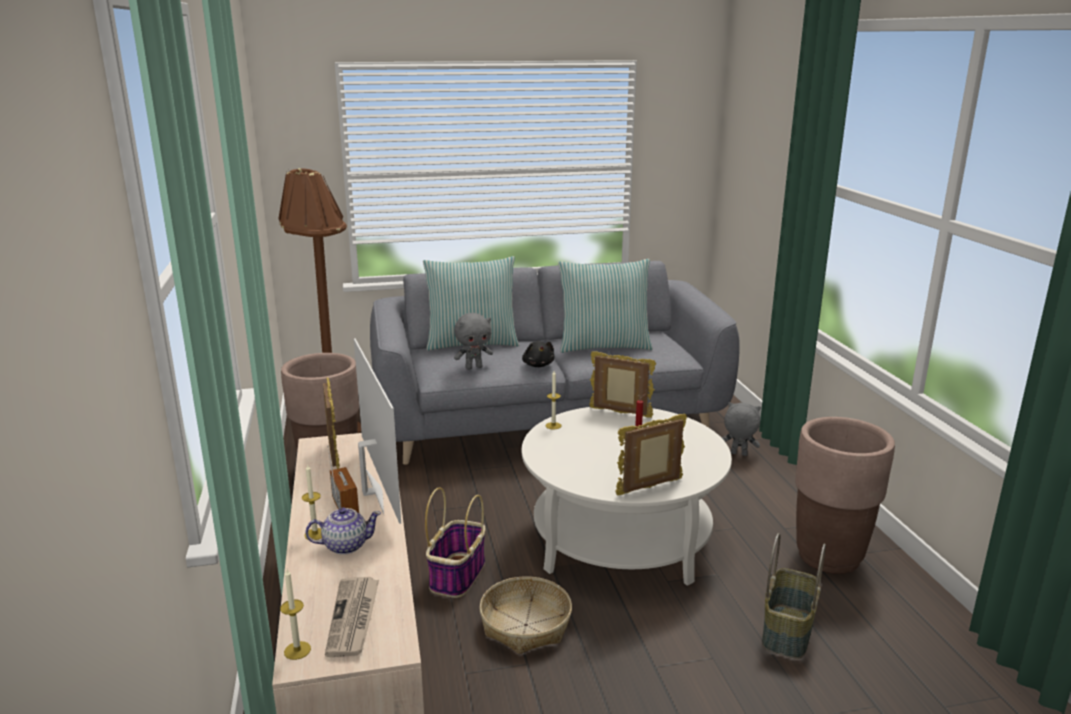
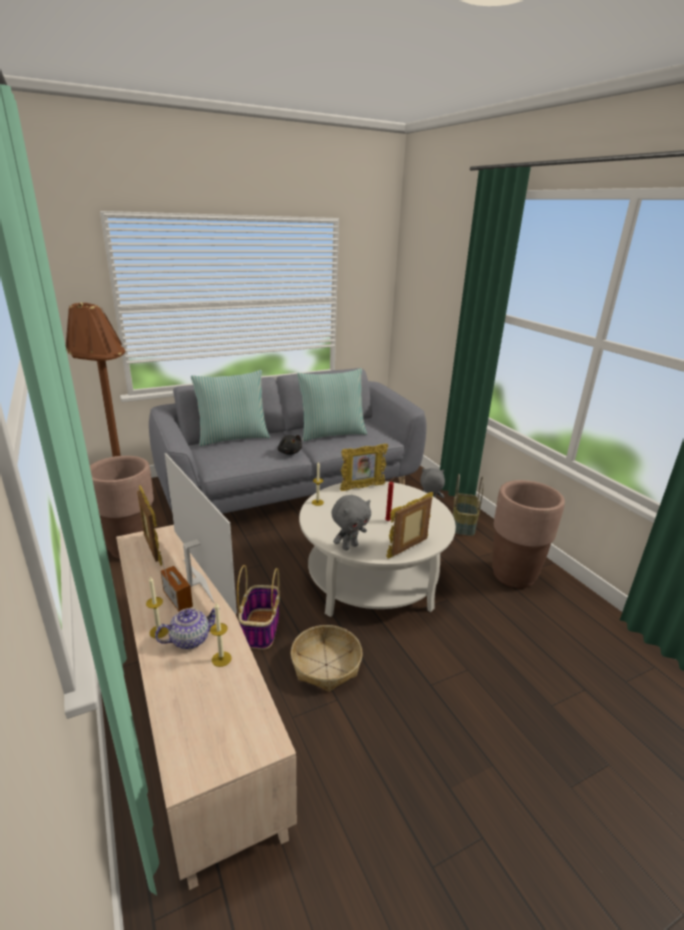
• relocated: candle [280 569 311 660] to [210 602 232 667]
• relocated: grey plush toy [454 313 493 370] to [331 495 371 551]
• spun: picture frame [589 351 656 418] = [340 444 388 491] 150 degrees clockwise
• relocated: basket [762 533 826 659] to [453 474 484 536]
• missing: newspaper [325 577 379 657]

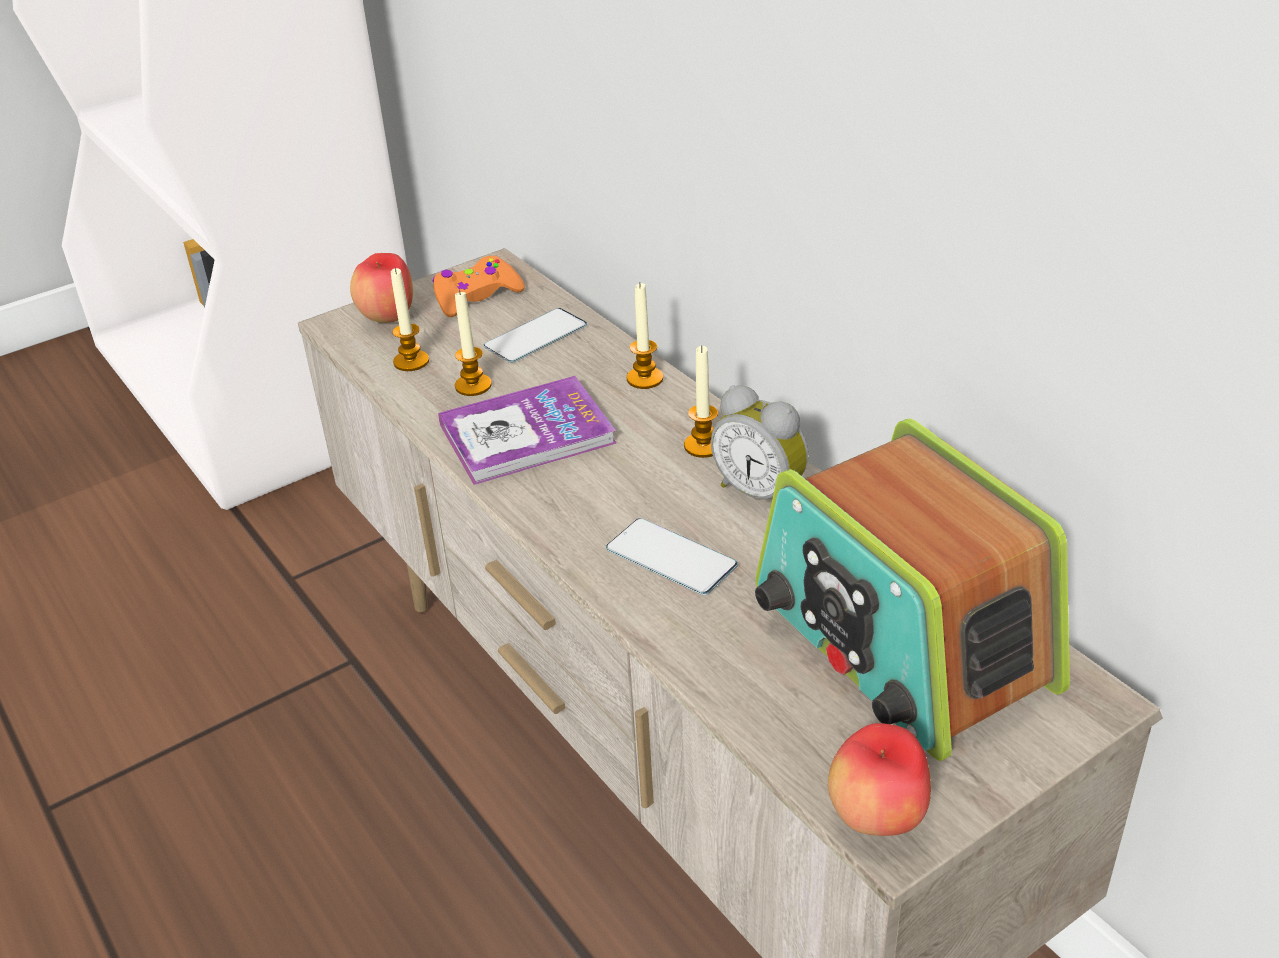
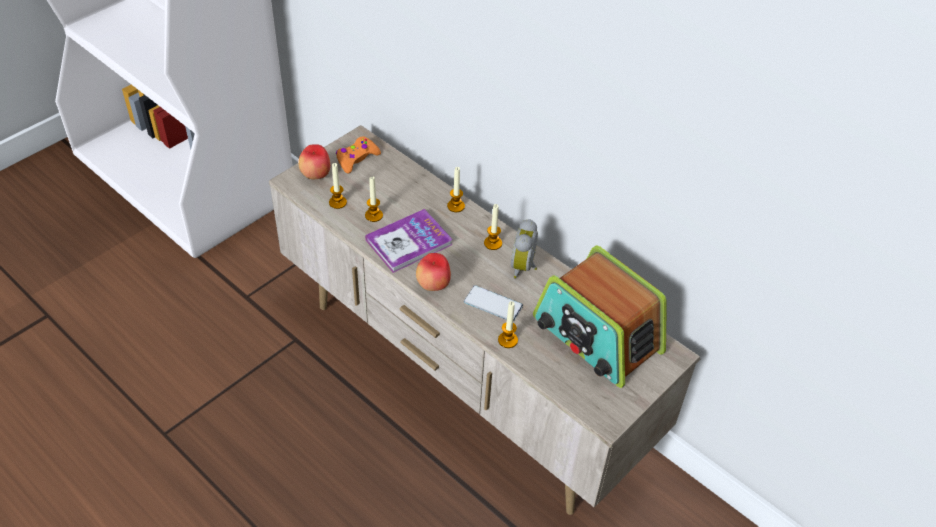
• relocated: apple [828 723 931 836] to [416 253 451 291]
• appeared: candle [498 301 518 348]
• spun: alarm clock [711 385 809 499] = [511 219 538 278] 75 degrees clockwise
• missing: phone [484 308 587 363]

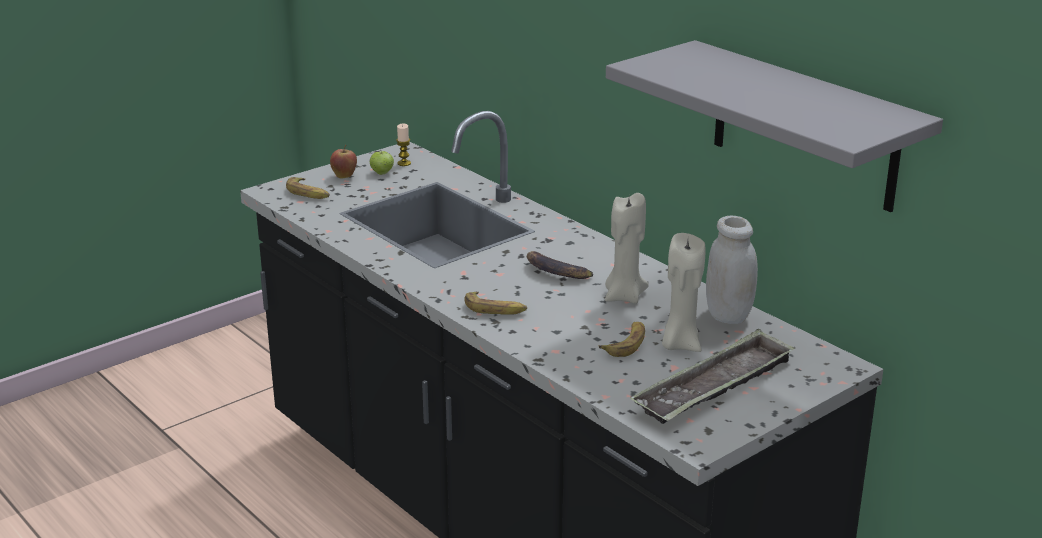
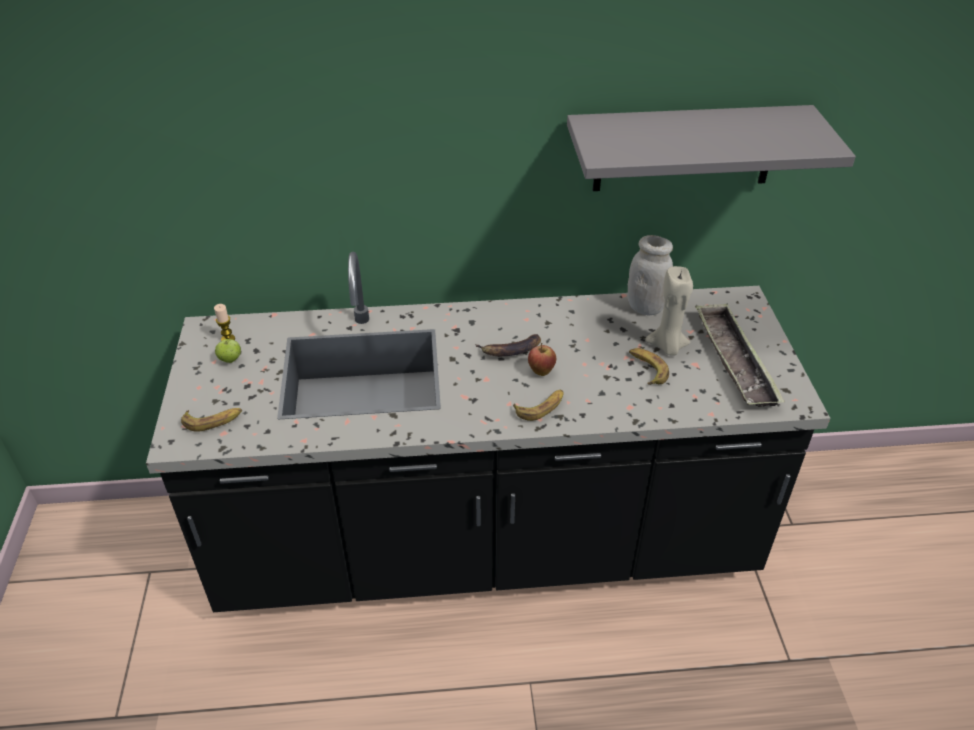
• relocated: apple [330 145 357 178] to [528 343 556 376]
• missing: beige candle [605 193 649 304]

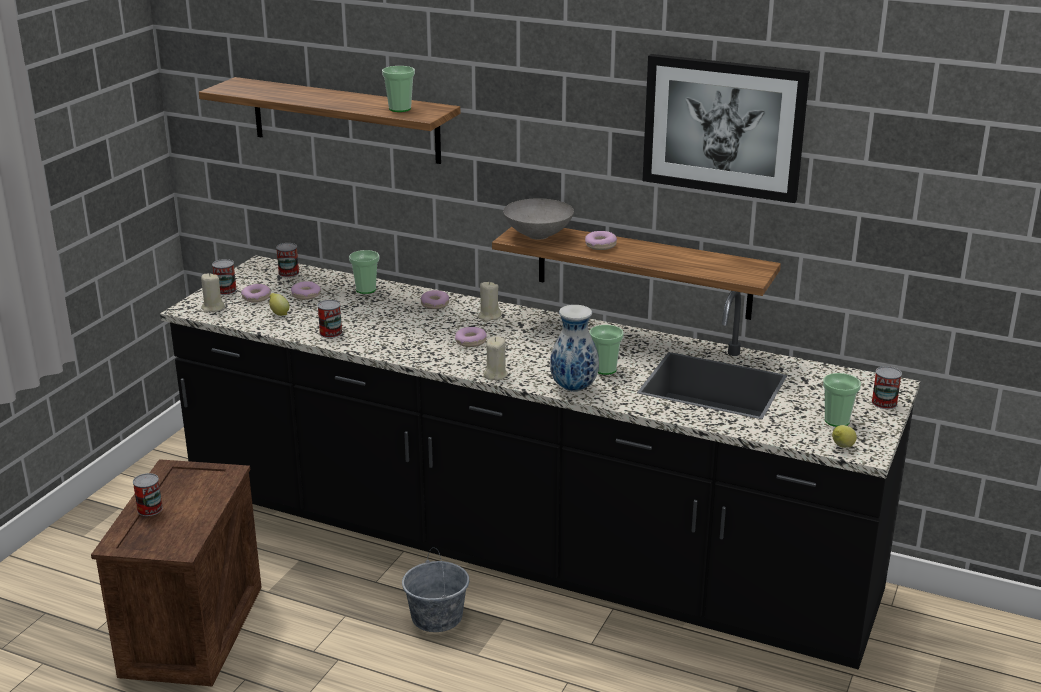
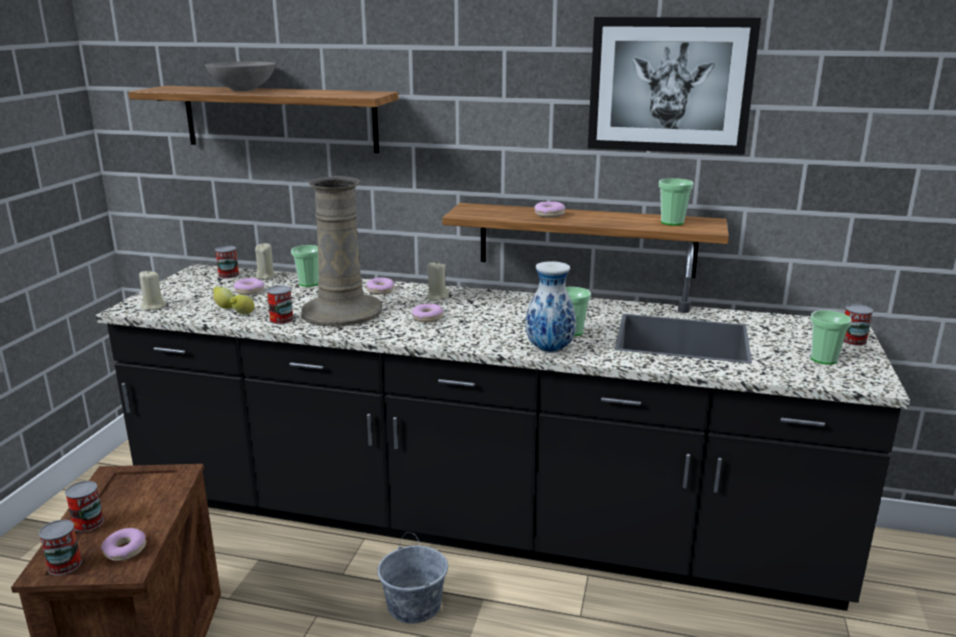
• relocated: can [212 259 237 295] to [39 520 82 575]
• relocated: donut [241 284 271 303] to [101 528 146 561]
• relocated: grey bowl [503 198 574 240] to [205 61 276 91]
• relocated: lemon [832 425 857 448] to [230 295 254 314]
• relocated: beige candle [484 337 508 380] to [255 243 276 279]
• appeared: beige vase [301 176 382 326]
• relocated: cup [382 66 415 112] to [659 178 693 226]

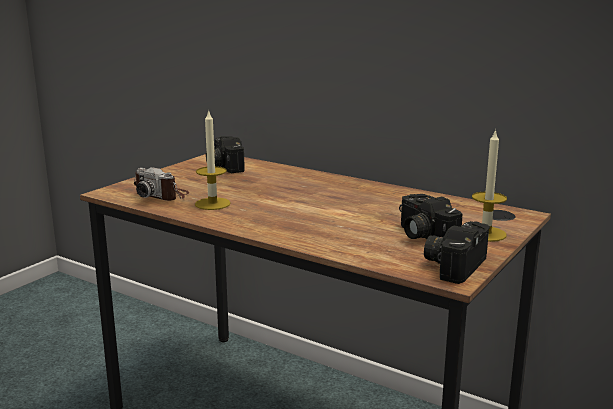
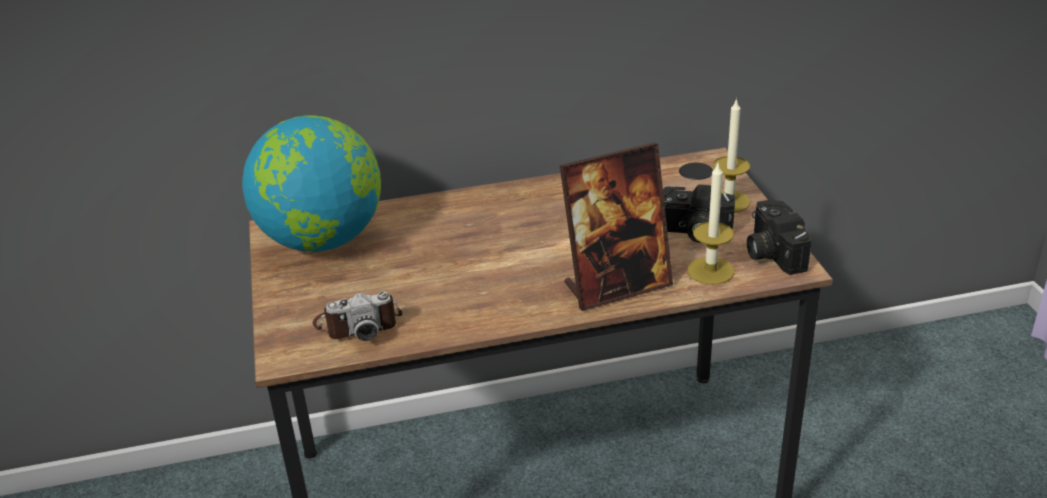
• exchanged: photo camera [206 136 245 173] to globe [242 115 381 252]
• appeared: picture frame [560 142 673 311]
• relocated: candle [195 109 231 210] to [687 161 734 285]

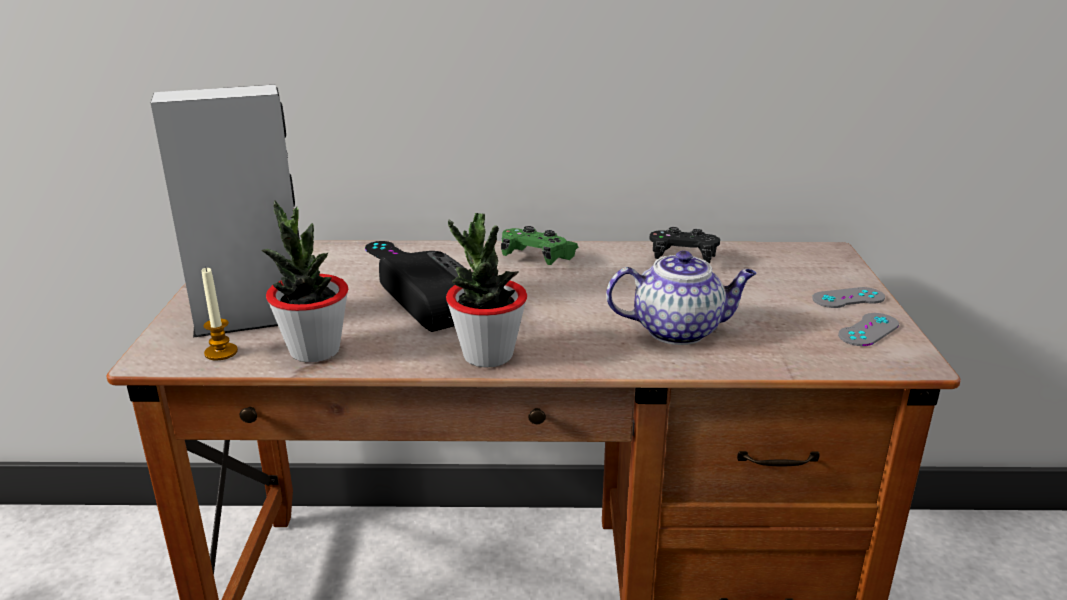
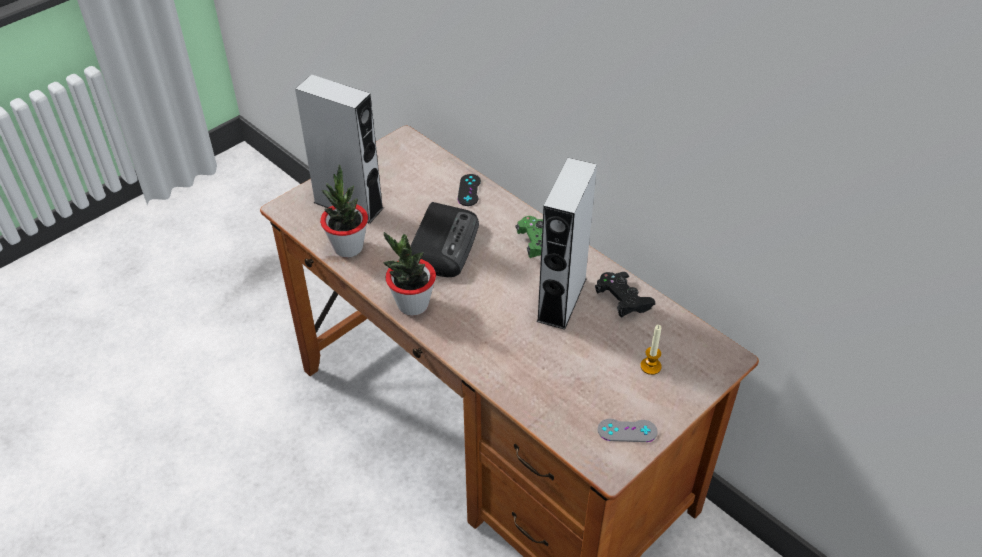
• appeared: grey speaker [536 158 597 330]
• relocated: candle [201 268 238 361] to [640 325 662 375]
• missing: teapot [606 251 757 345]
• missing: grey game controller [812 287 885 308]

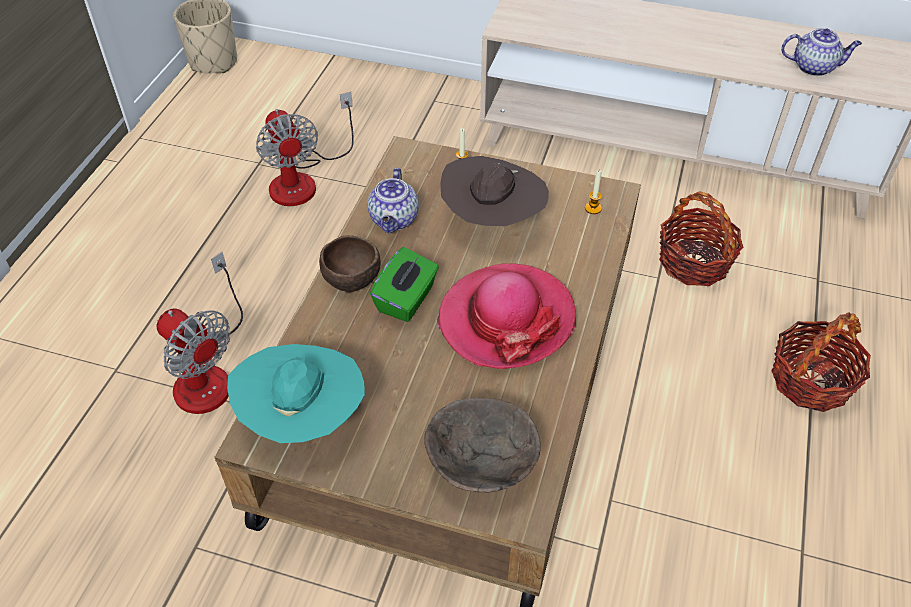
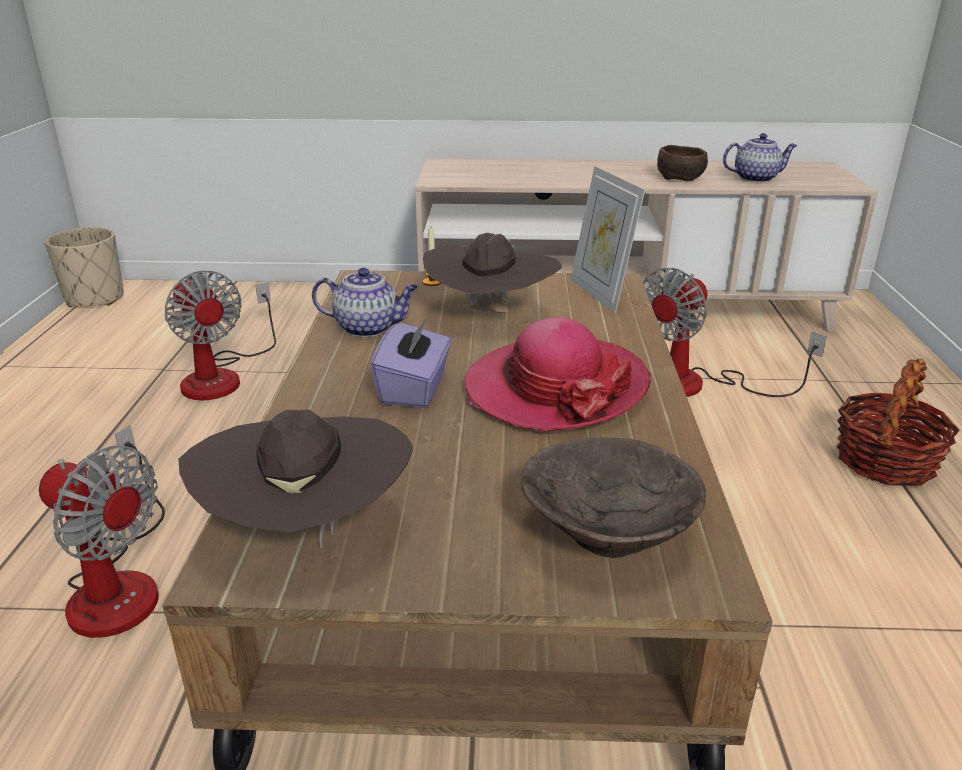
• colour: turquoise hat [227 344 365 443] to brown hat [178 409 413 548]
• spun: teapot [368 168 419 233] = [312 268 418 337] 75 degrees counterclockwise
• colour: green tissue box [370 247 439 322] to purple tissue box [371 316 451 408]
• exchanged: candle [585 170 602 214] to picture frame [571 166 645 313]
• exchanged: basket [659 191 743 286] to fan [643 268 827 397]
• relocated: brown bowl [319 235 381 292] to [657 145 708 181]

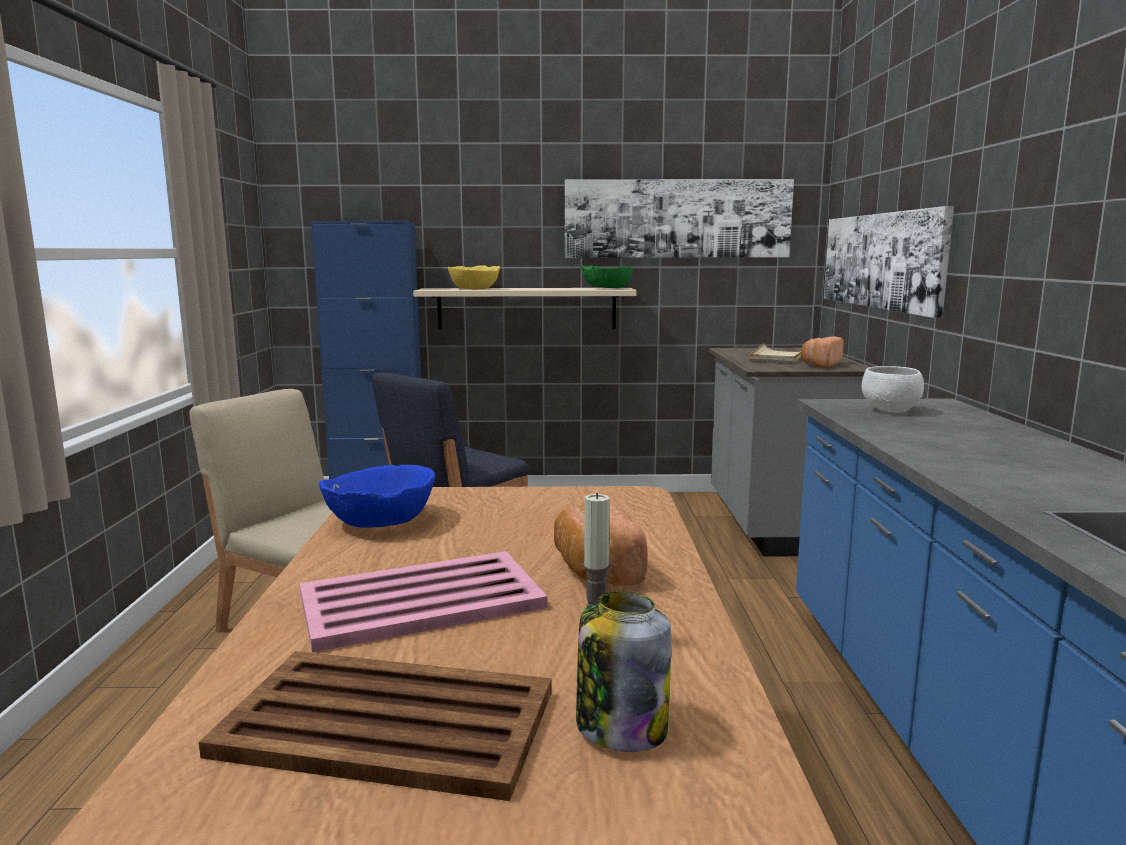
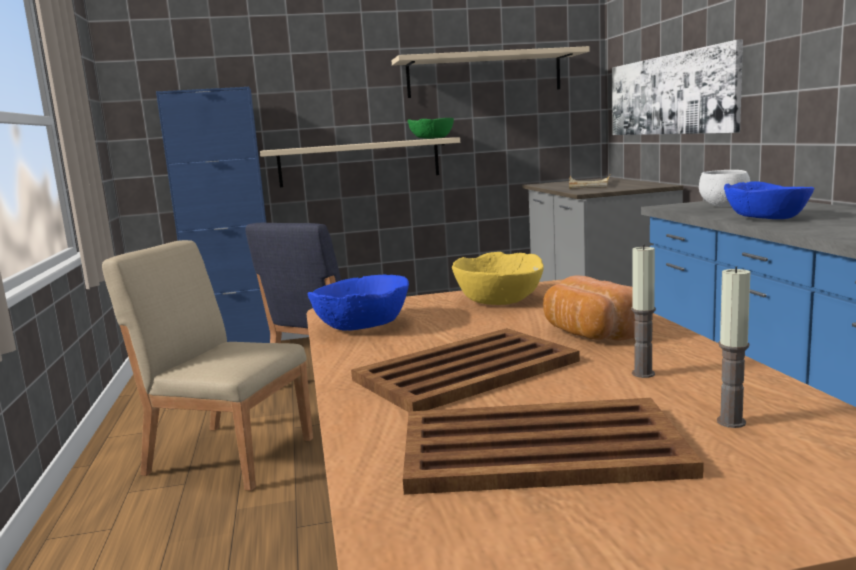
• colour: pink tray [300 551 548 653] to brown tray [351 328 580 412]
• exchanged: picture [565 179 794 258] to beige shelf [392 46 589 98]
• relocated: yellow bowl [448 265 500 289] to [452 252 544 305]
• exchanged: jar [576 592 671 752] to candle [717 266 750 428]
• appeared: blue bowl [724 181 814 219]
• missing: bread [801 336 844 368]

